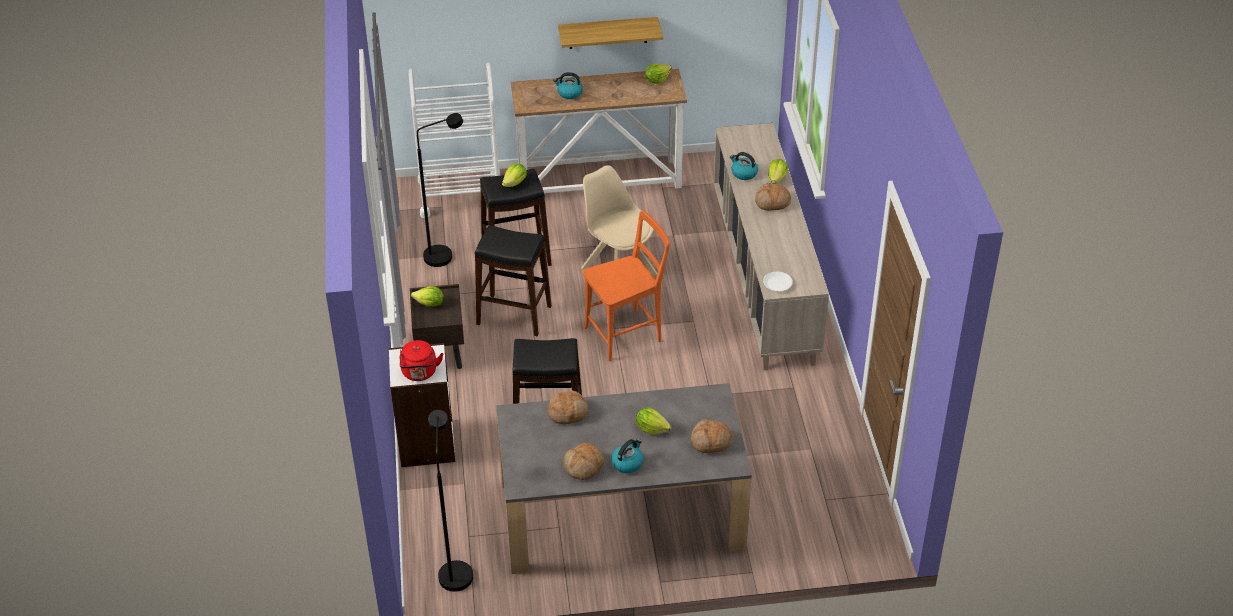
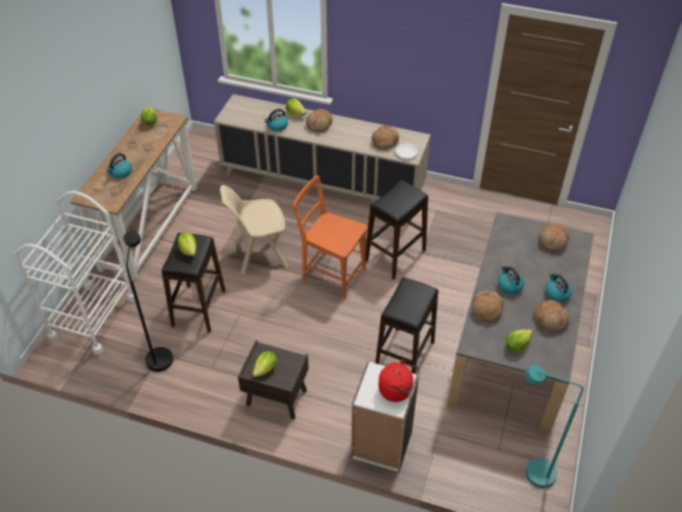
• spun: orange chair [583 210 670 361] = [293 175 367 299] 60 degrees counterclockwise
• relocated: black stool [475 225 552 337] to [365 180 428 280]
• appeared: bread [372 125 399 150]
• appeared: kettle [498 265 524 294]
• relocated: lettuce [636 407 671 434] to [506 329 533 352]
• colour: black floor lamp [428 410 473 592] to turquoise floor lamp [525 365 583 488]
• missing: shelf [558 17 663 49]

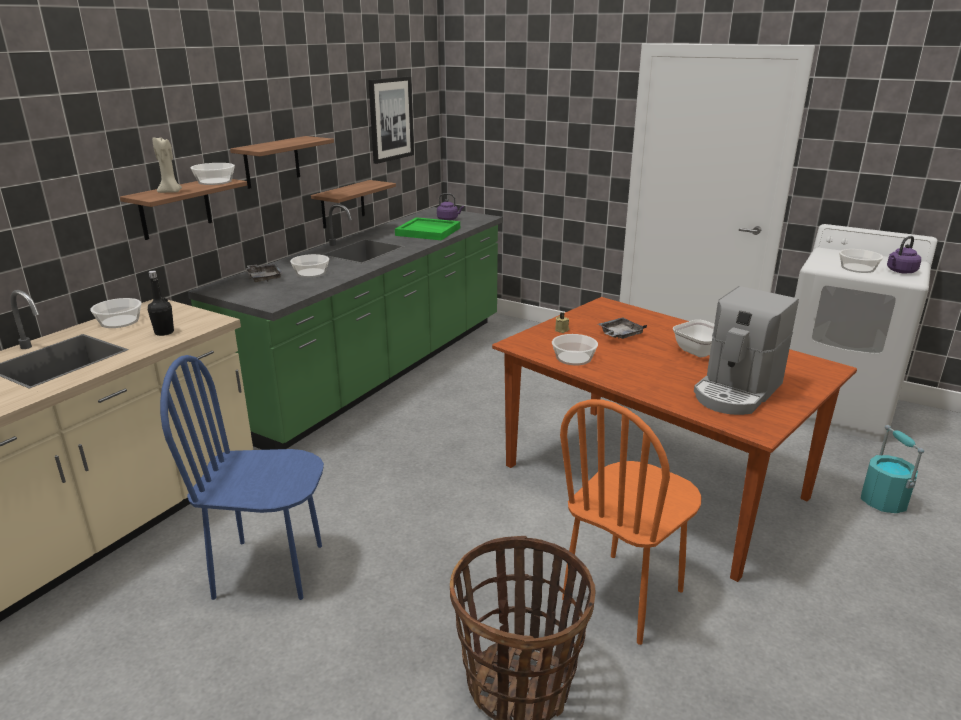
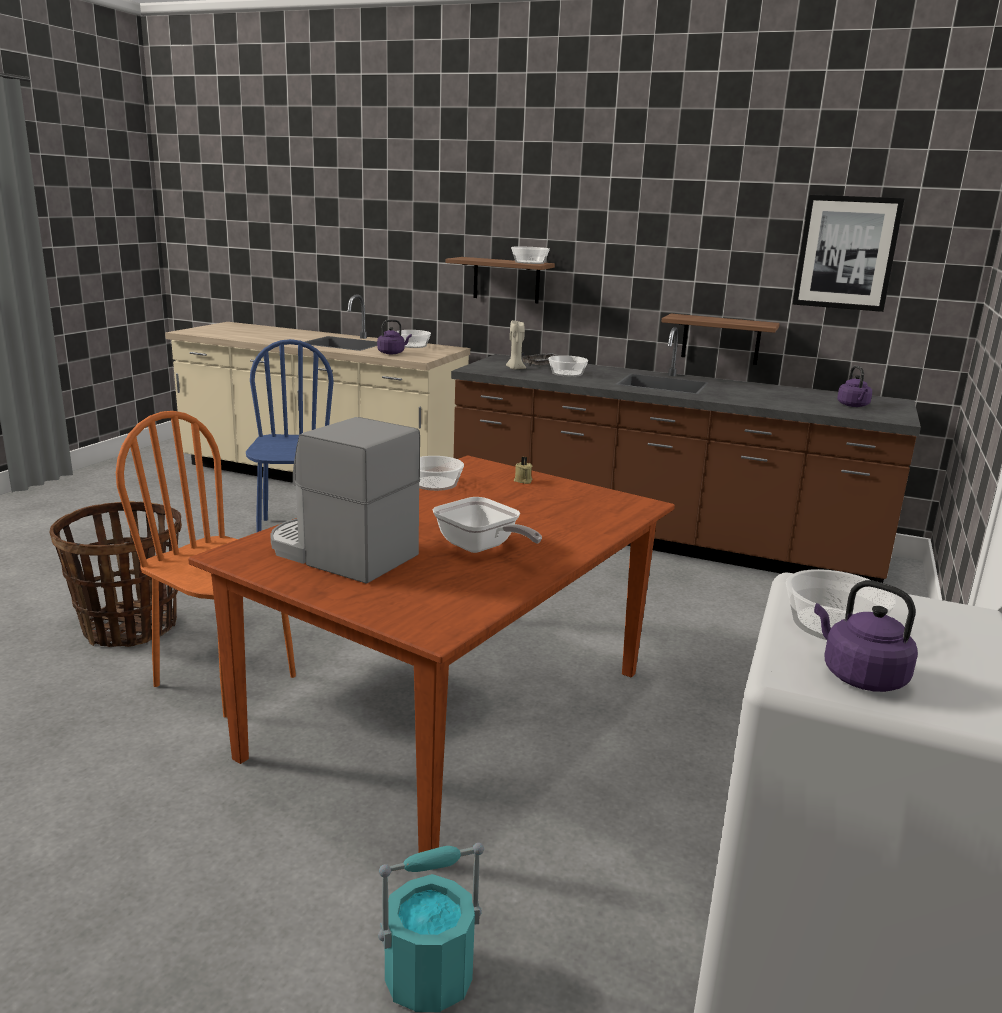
• exchanged: black bottle [148 271 174 336] to purple kettle [377 320 412 354]
• colour: green counter [188 204 503 450] to brown counter [451 327 921 583]
• relocated: beige candle [152 137 182 193] to [506 320 526 370]
• missing: shelf [230 136 334 189]
• missing: green tray [395 217 460 240]
• missing: grey tray [598 317 647 339]

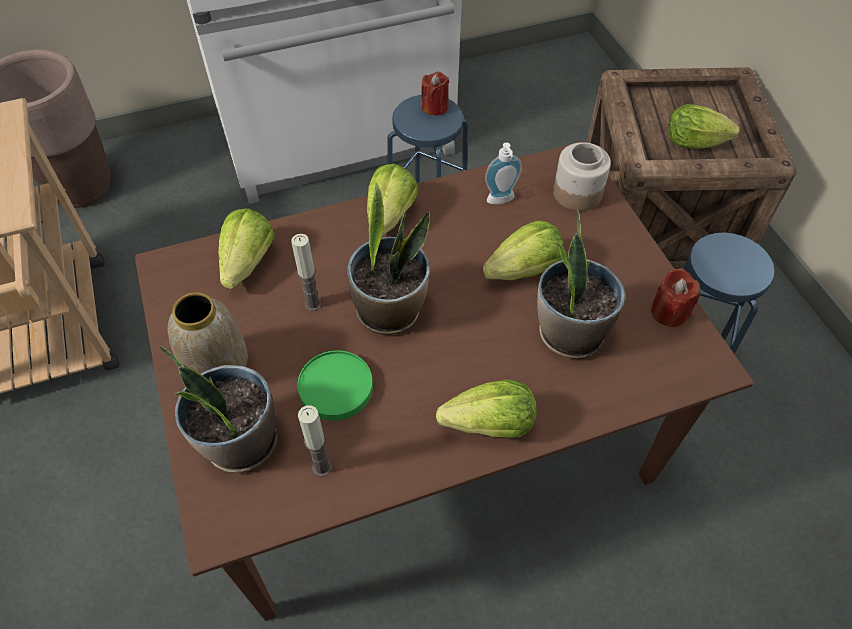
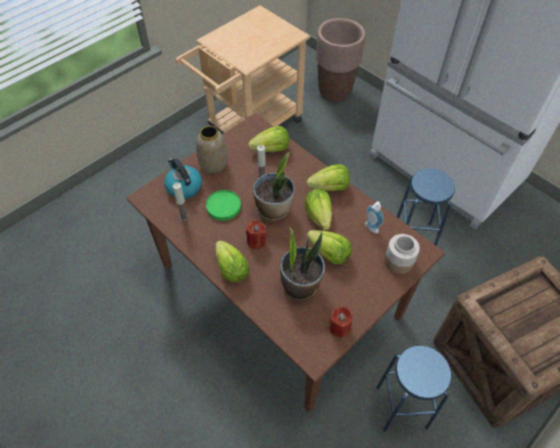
• exchanged: potted plant [159 345 277 473] to kettle [164 158 202 199]
• relocated: red candle [421 72 449 116] to [246 220 266 249]
• relocated: lettuce [668 104 740 149] to [304 189 332 230]

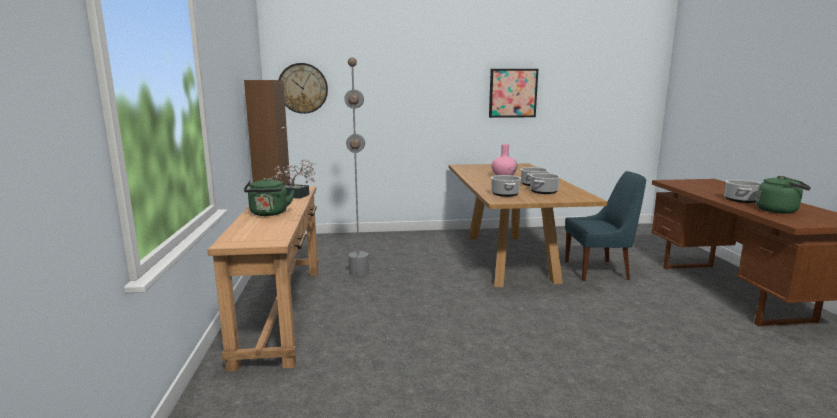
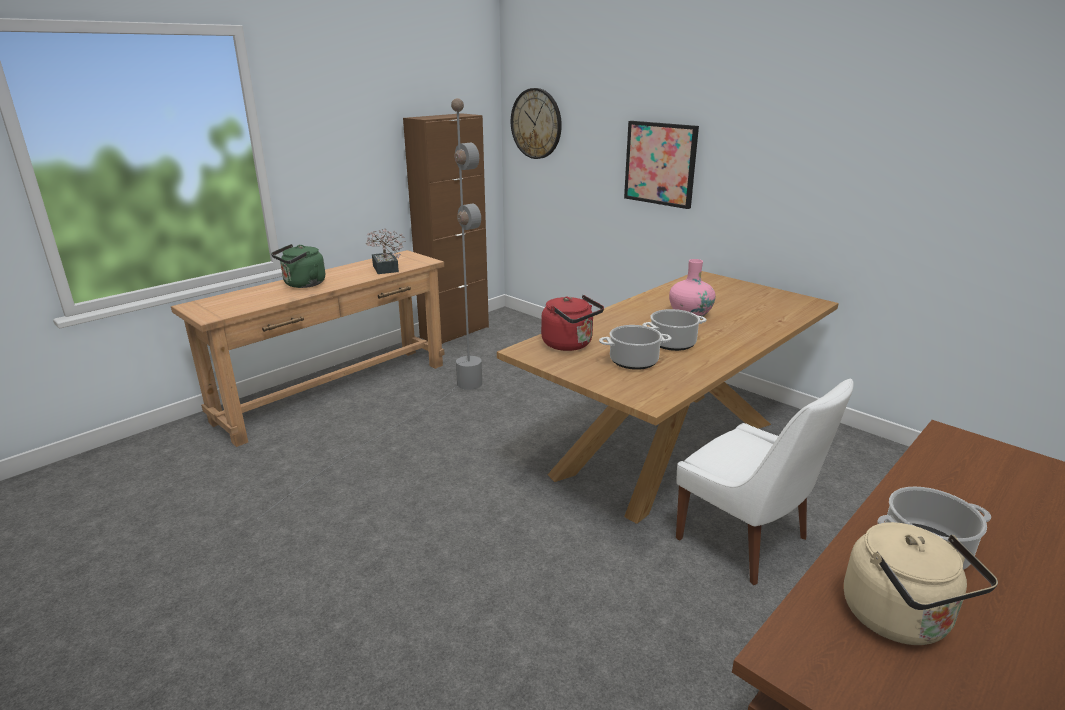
• exchanged: cooking pot [491 175 521 197] to red kettle [541 295 604 351]
• relocated: picture [489 69 538 118] to [624 121 699 209]
• colour: blue chair [565 171 646 281] to white chair [676 378 854 585]
• colour: green kettle [756 176 811 214] to beige kettle [844 522 998 645]

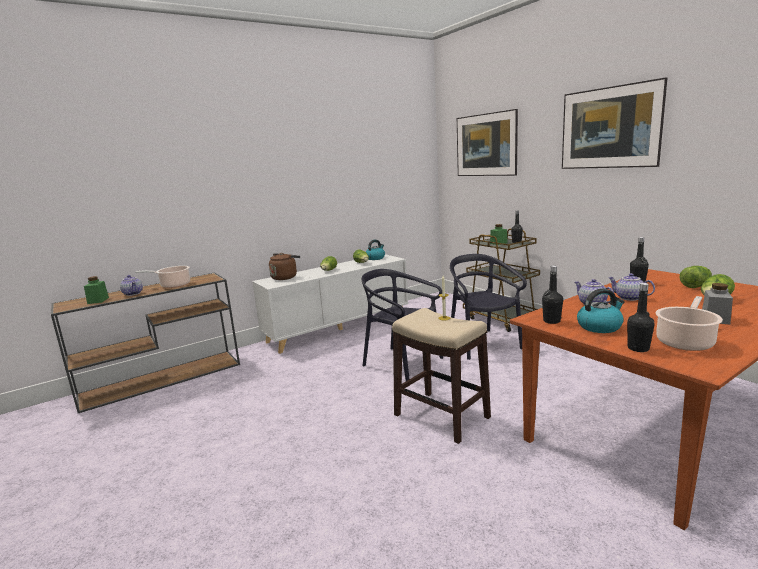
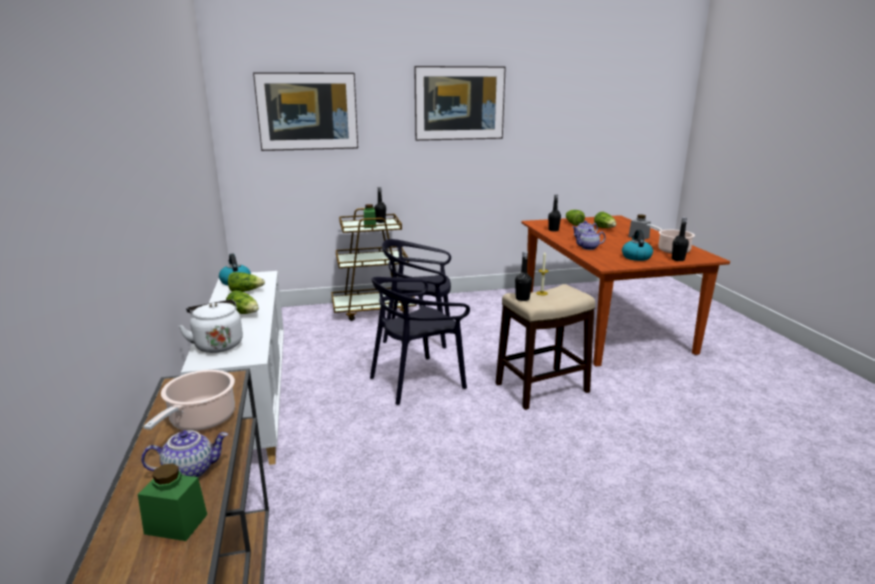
• colour: brown kettle [269 253 300 280] to white kettle [179 300 243 353]
• relocated: black bottle [542 266 563 324] to [515 251 532 301]

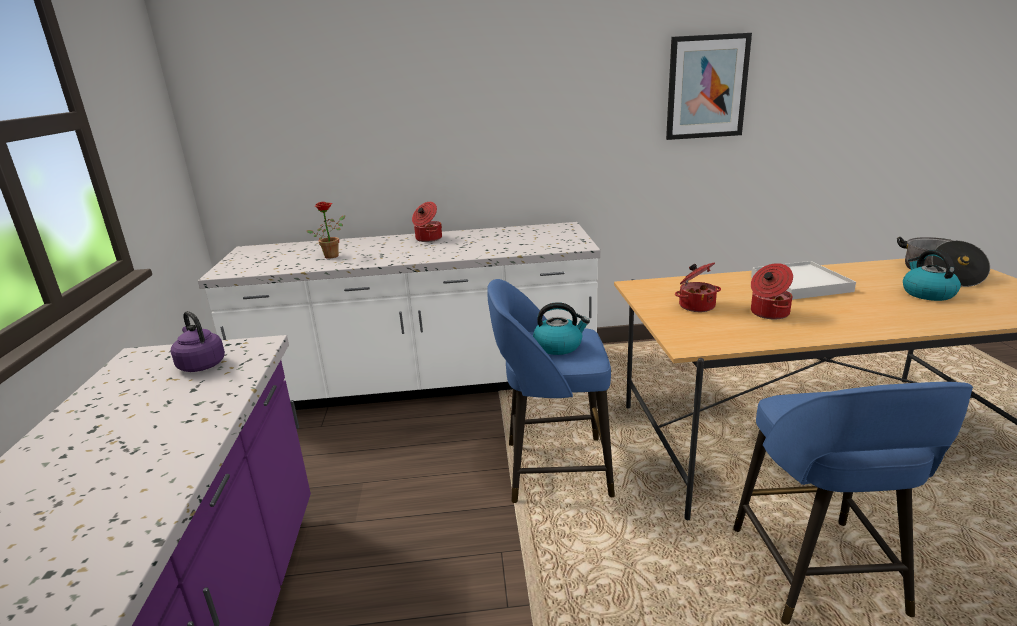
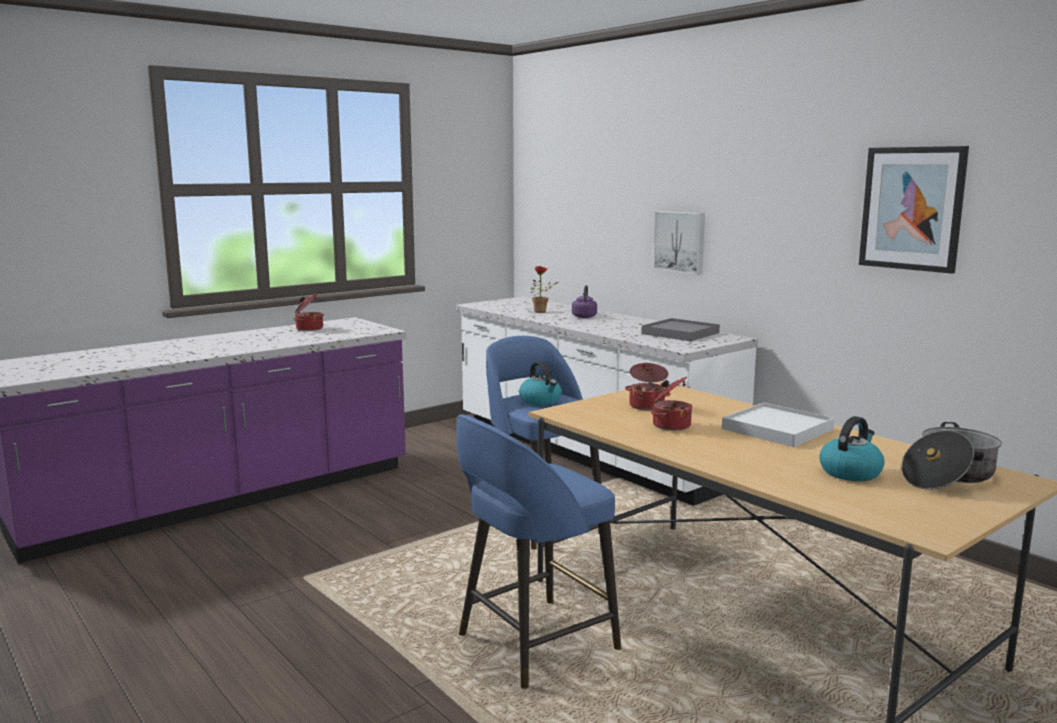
• relocated: cooking pot [412 202 442 242] to [293 293 324 331]
• relocated: purple kettle [171 311 225 372] to [572 285 597 318]
• appeared: grey tray [641 318 720 341]
• appeared: picture [653 211 705 275]

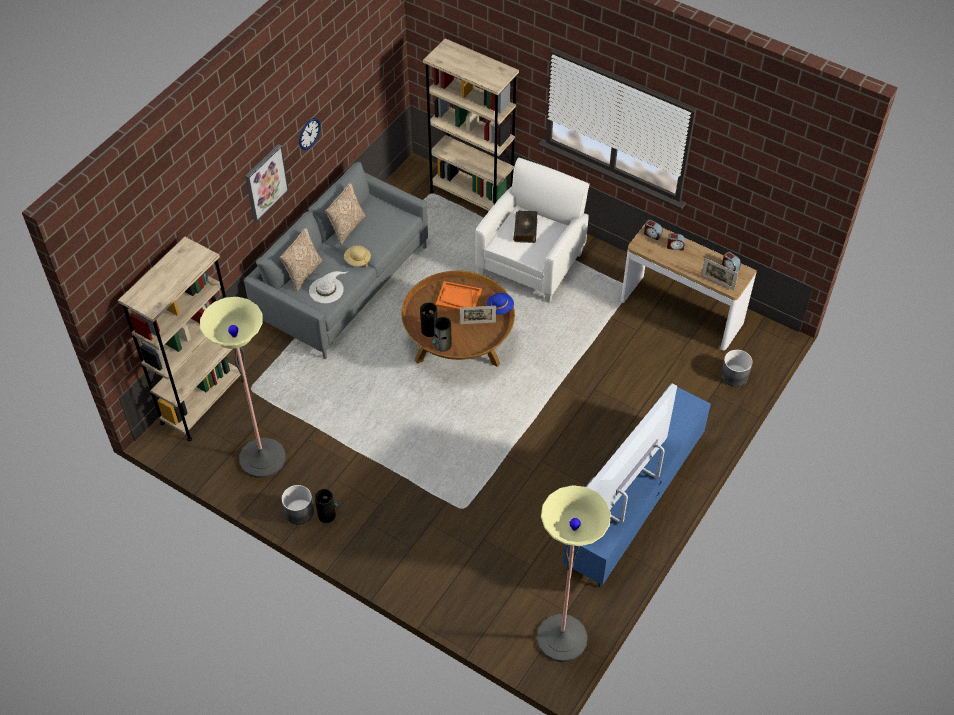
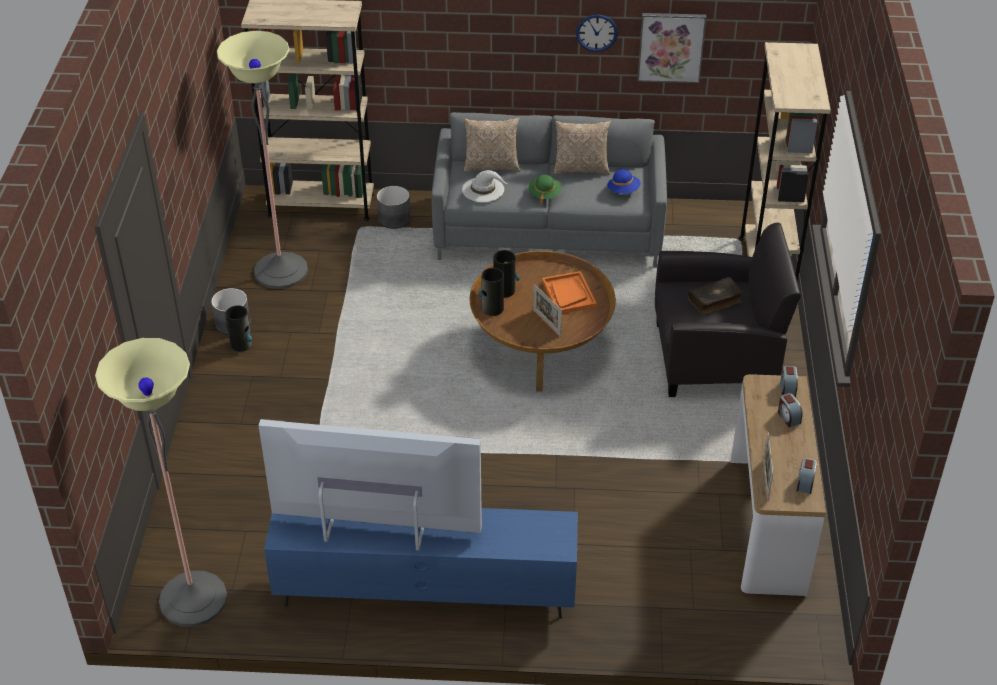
• relocated: grey planter [721 350 753 387] to [377 186 411 229]
• colour: beige hat [344 245 371 267] to green hat [528 175 561 205]
• relocated: blue hat [487 293 514 315] to [607 169 641 194]
• relocated: picture [245 144 289 222] to [637 13 706 83]
• colour: white armchair [475 158 590 303] to black armchair [655 223 801 397]

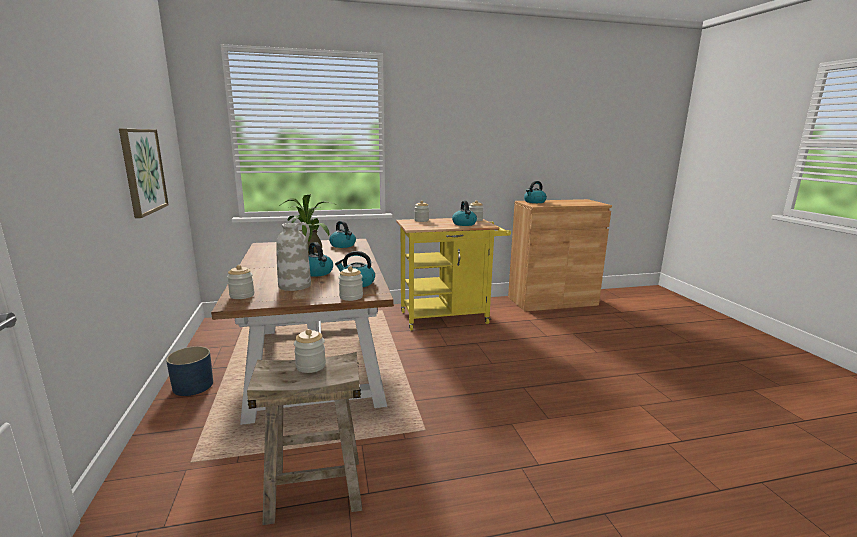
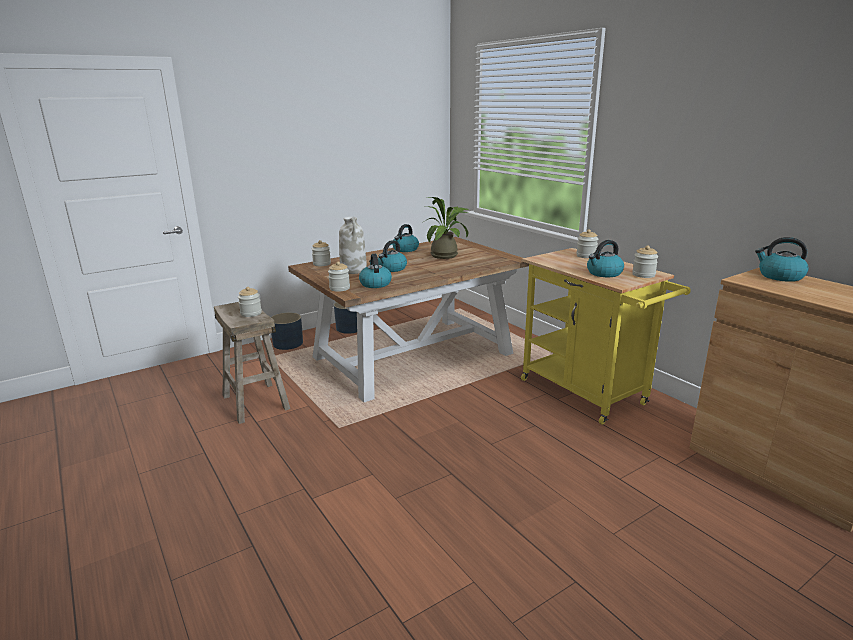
• appeared: blue planter [271 312 303 350]
• relocated: kettle [329 221 356 248] to [392 224 419 252]
• missing: picture [119 129 169 218]

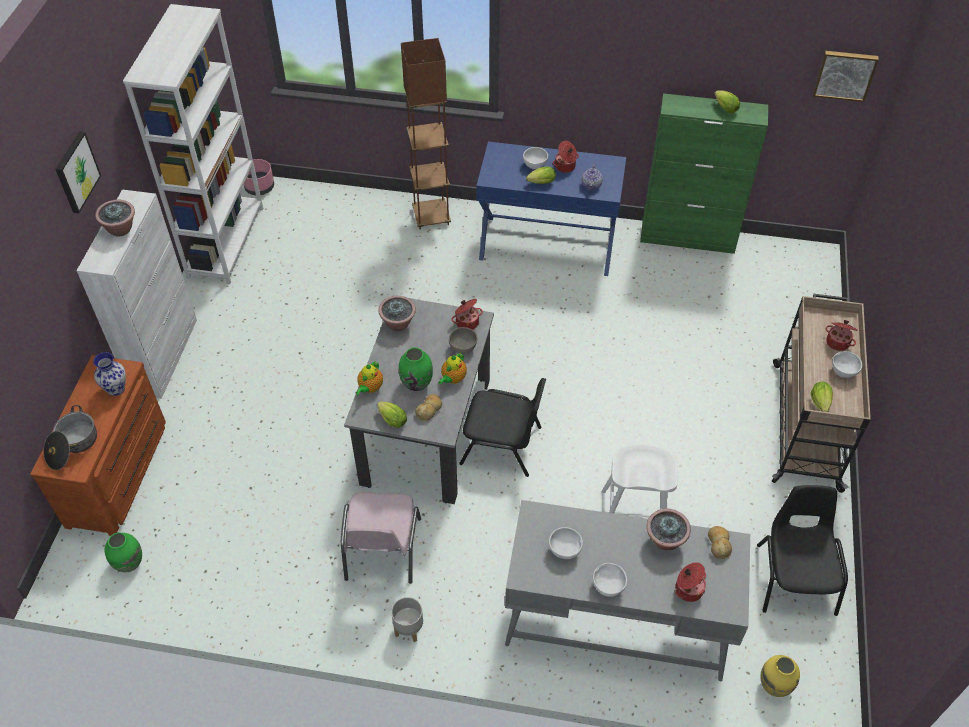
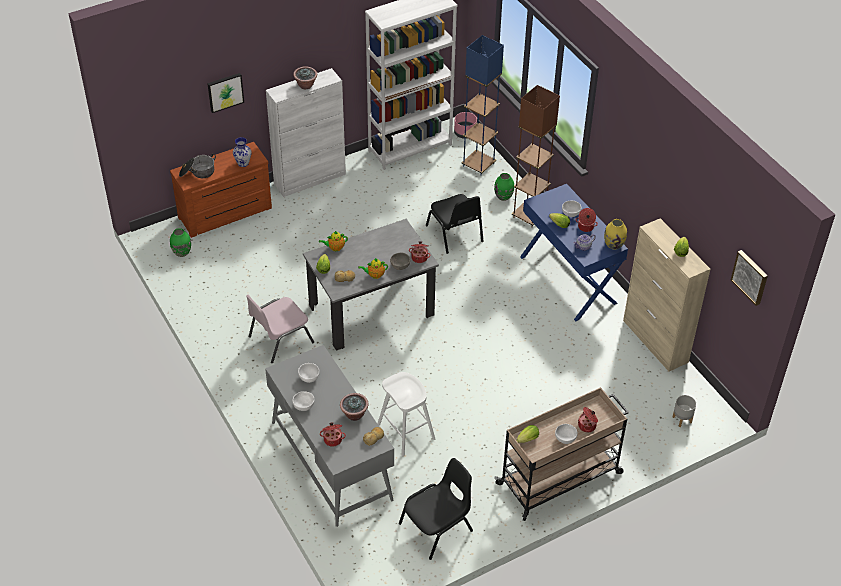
• relocated: picture [55 131 101 213] to [207 73 244 113]
• relocated: black chair [459 378 546 477] to [426 194 484 254]
• appeared: blue floor lamp [462 35 504 175]
• relocated: green vase [399 347 433 391] to [494 173 514 201]
• relocated: yellow vase [760 655 800 697] to [604 219 627 250]
• colour: green cabinet [640 93 768 254] to beige cabinet [623 218 711 371]
• relocated: grey planter [391 597 423 642] to [672 395 696 427]
• missing: potted plant [378 296 416 331]

